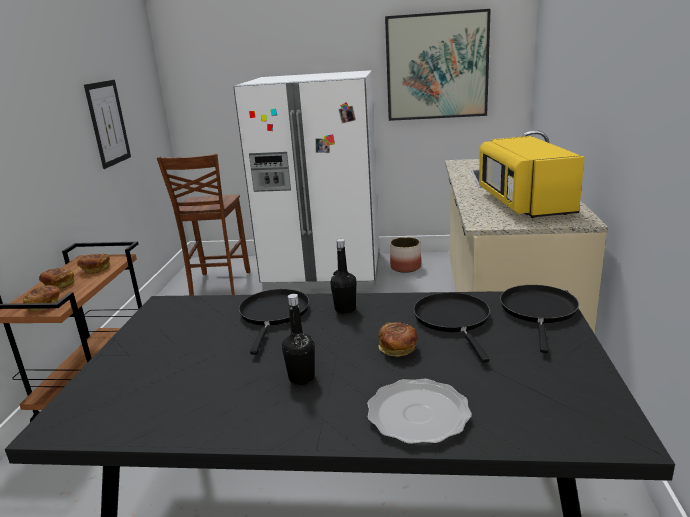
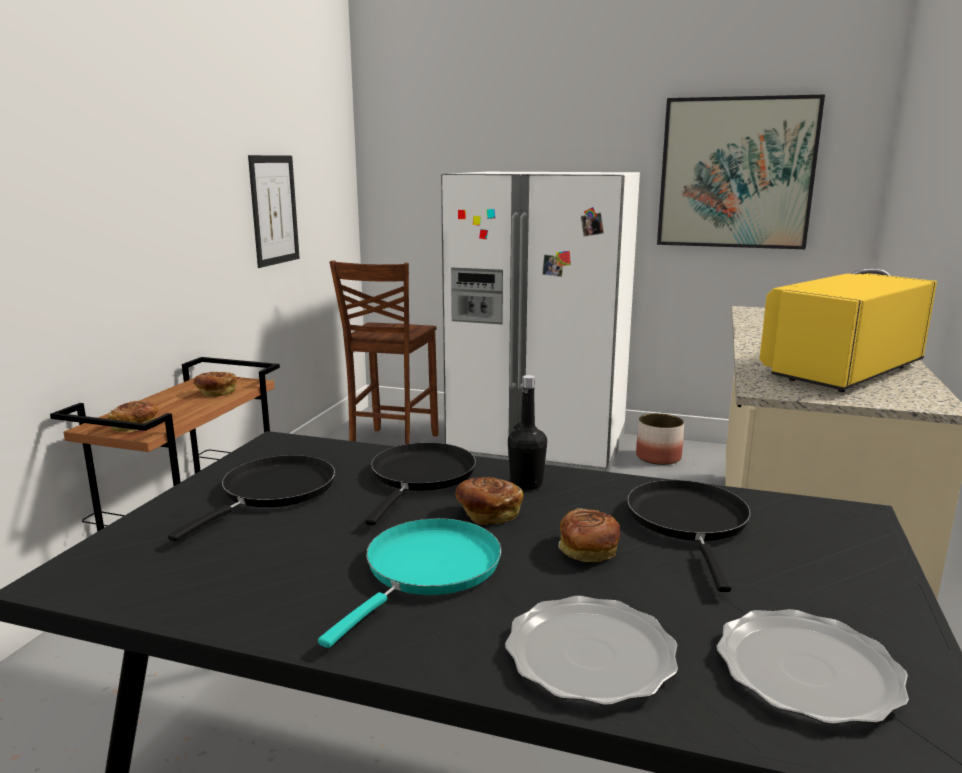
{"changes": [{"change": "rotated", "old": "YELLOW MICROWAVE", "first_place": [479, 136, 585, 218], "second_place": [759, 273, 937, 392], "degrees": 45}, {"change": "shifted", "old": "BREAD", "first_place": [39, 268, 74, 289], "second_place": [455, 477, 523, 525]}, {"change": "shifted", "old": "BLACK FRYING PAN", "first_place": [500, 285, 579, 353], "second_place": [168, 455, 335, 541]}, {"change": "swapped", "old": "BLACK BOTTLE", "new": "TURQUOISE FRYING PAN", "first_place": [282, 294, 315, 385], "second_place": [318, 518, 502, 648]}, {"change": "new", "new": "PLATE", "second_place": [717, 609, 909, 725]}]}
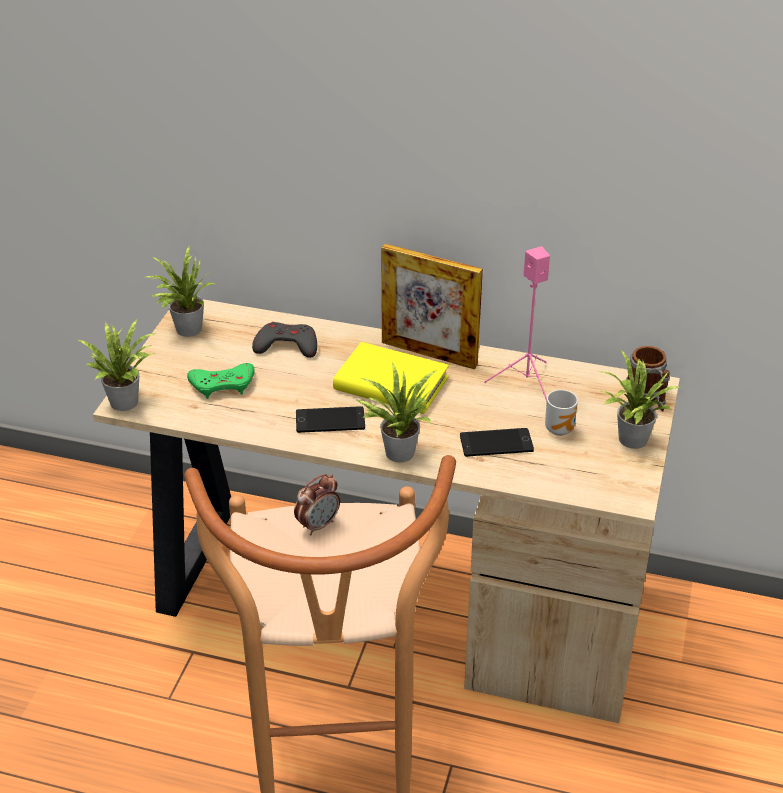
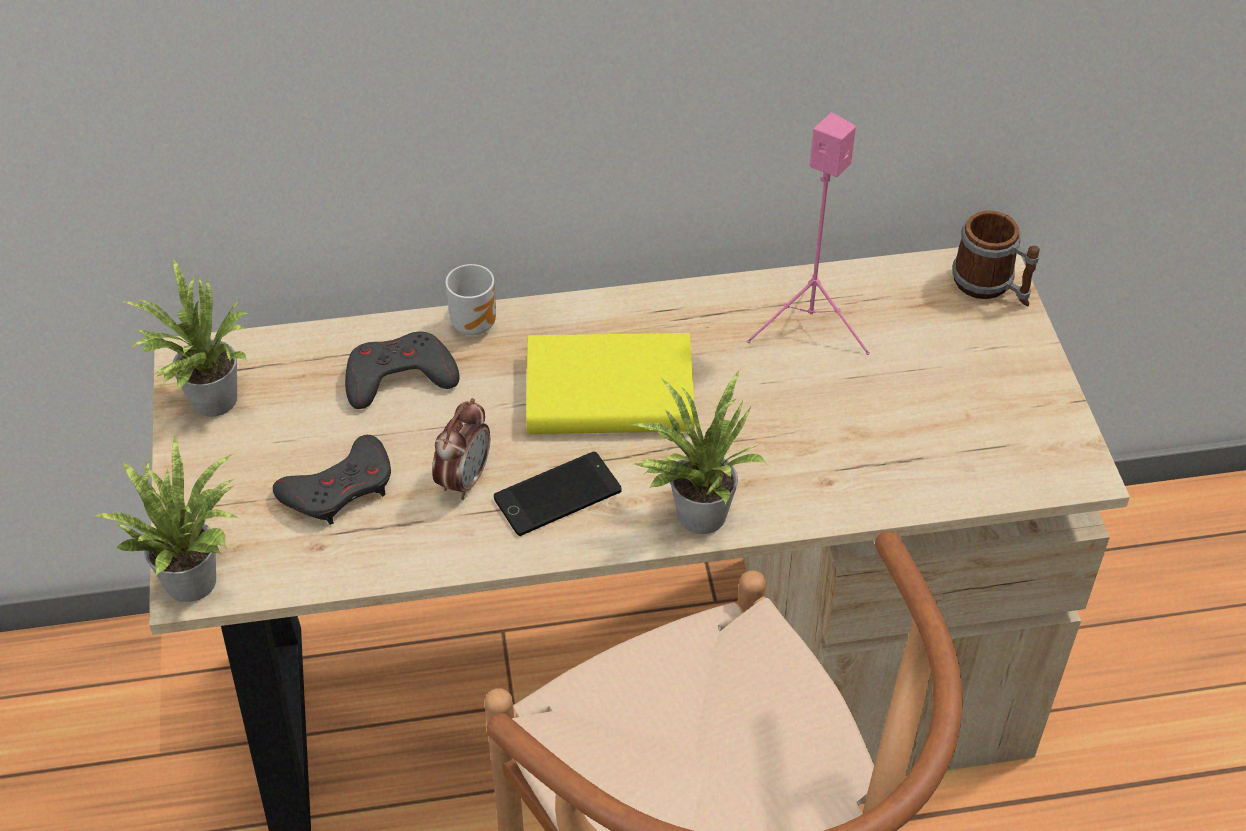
{"changes": [{"change": "gone", "old": "PICTURE FRAME", "first_place": [381, 244, 483, 370]}, {"change": "gone", "old": "POTTED PLANT", "first_place": [598, 349, 680, 449]}, {"change": "repainted", "old": "GREEN GAME CONTROLLER", "new": "GREY GAME CONTROLLER", "first_place": [187, 363, 255, 399], "second_place": [273, 435, 391, 525]}, {"change": "shifted", "old": "MUG", "first_place": [545, 390, 578, 436], "second_place": [445, 264, 496, 335]}, {"change": "gone", "old": "PHONE", "first_place": [460, 428, 534, 457]}, {"change": "shifted", "old": "ALARM CLOCK", "first_place": [294, 474, 340, 536], "second_place": [432, 398, 490, 500]}]}
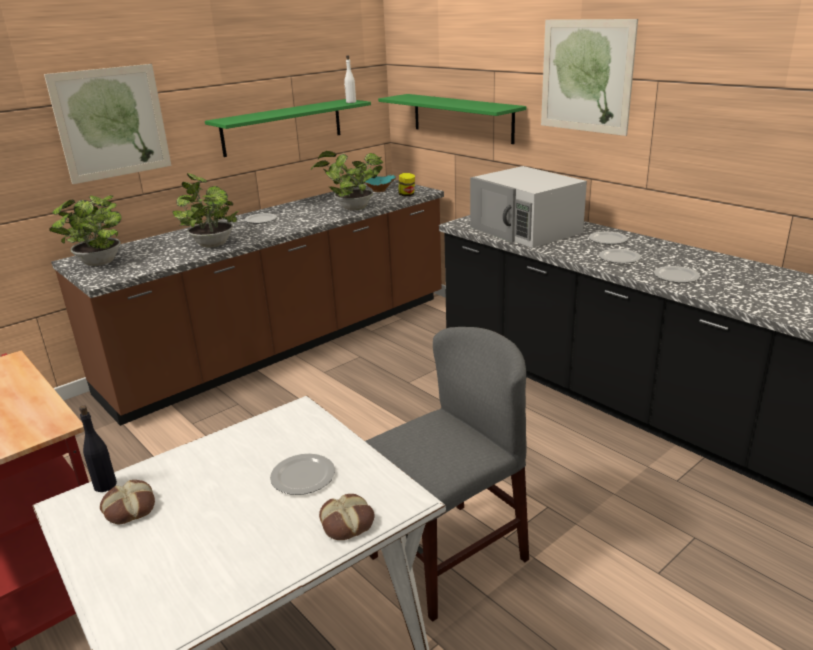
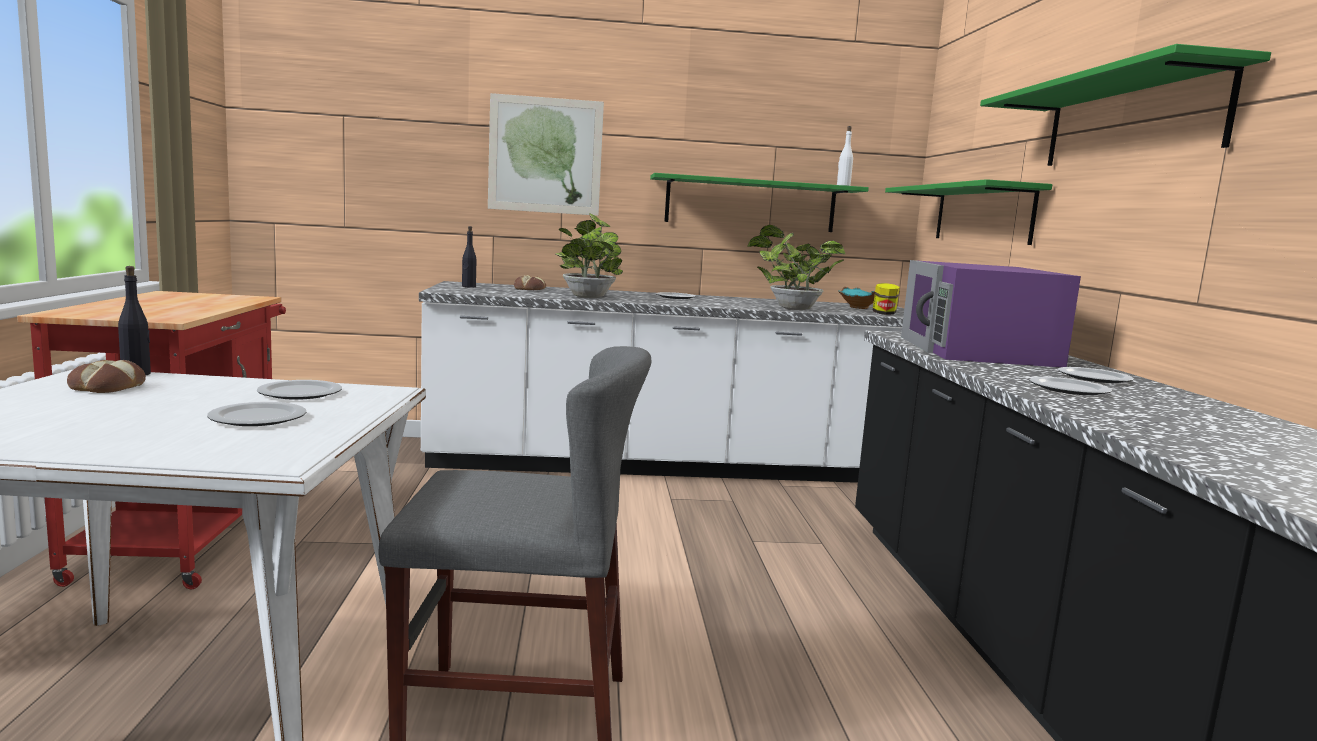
{"changes": [{"change": "swapped", "old": "PICTURE", "new": "GREEN SHELF", "first_place": [541, 19, 638, 136], "second_place": [980, 44, 1271, 166]}, {"change": "repainted", "old": "WHITE MICROWAVE", "new": "PURPLE MICROWAVE", "first_place": [470, 166, 587, 248], "second_place": [901, 260, 1081, 367]}, {"change": "repainted", "old": "BROWN COUNTER", "new": "WHITE COUNTER", "first_place": [51, 180, 444, 426], "second_place": [419, 281, 904, 483]}, {"change": "swapped", "old": "POTTED PLANT", "new": "BLACK BOTTLE", "first_place": [49, 195, 122, 266], "second_place": [462, 226, 476, 288]}, {"change": "shifted", "old": "PLATE", "first_place": [654, 266, 700, 283], "second_place": [257, 380, 342, 400]}, {"change": "shifted", "old": "BREAD", "first_place": [319, 494, 375, 540], "second_place": [514, 275, 546, 290]}]}
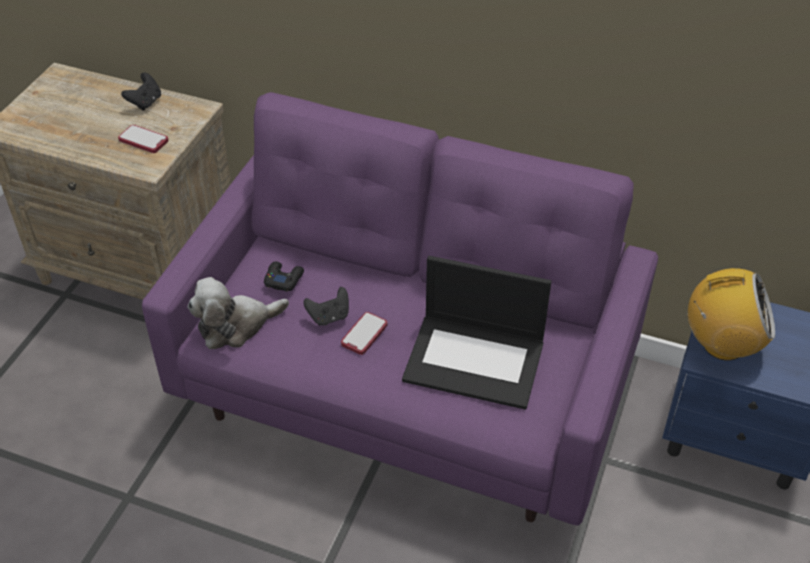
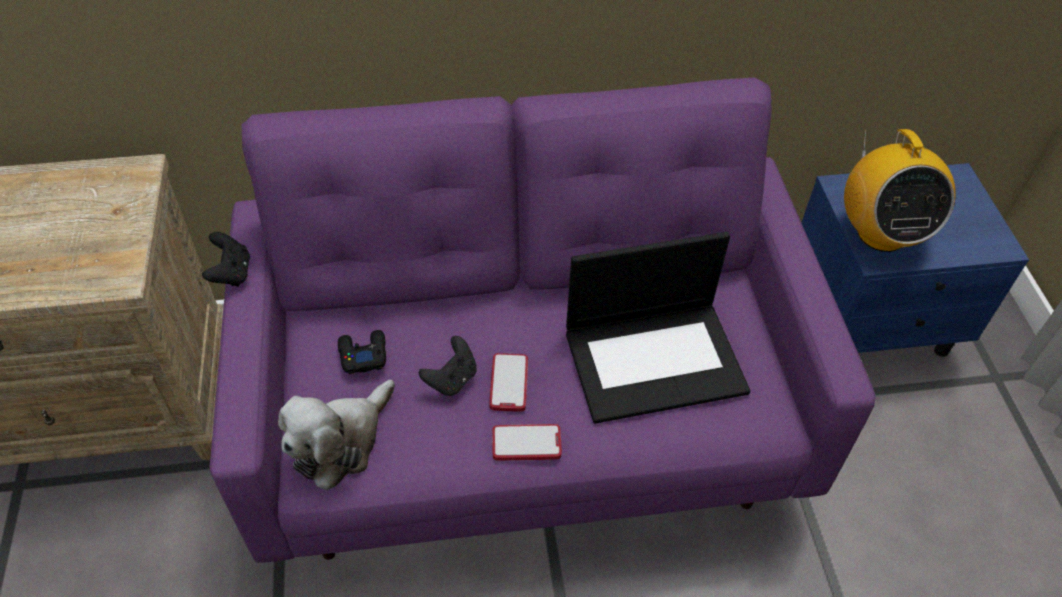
{"changes": [{"change": "shifted", "old": "BLACK GAME CONTROLLER", "first_place": [121, 73, 161, 111], "second_place": [202, 232, 250, 287]}, {"change": "shifted", "old": "PHONE", "first_place": [118, 125, 169, 153], "second_place": [492, 424, 562, 461]}, {"change": "rotated", "old": "RADIO", "first_place": [688, 268, 775, 361], "second_place": [844, 129, 956, 252], "degrees": 105}]}
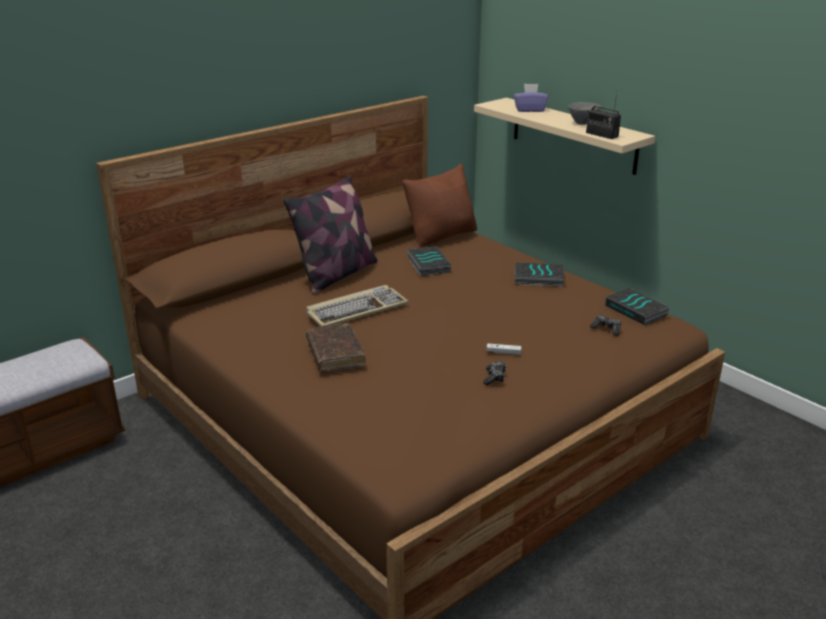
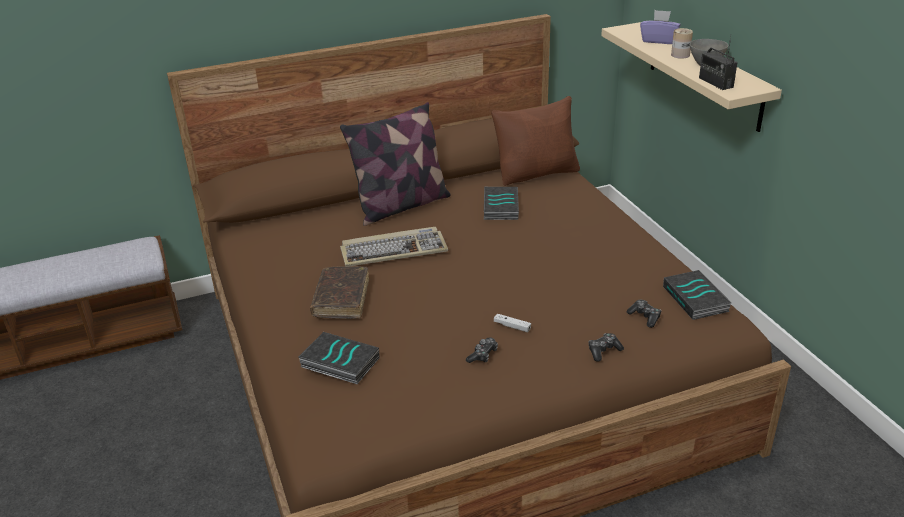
{"changes": [{"change": "shifted", "old": "BOOK", "first_place": [514, 262, 565, 287], "second_place": [298, 332, 380, 384]}, {"change": "new", "new": "CAN", "second_place": [671, 28, 693, 59]}, {"change": "new", "new": "GAME CONTROLLER", "second_place": [588, 333, 624, 362]}]}
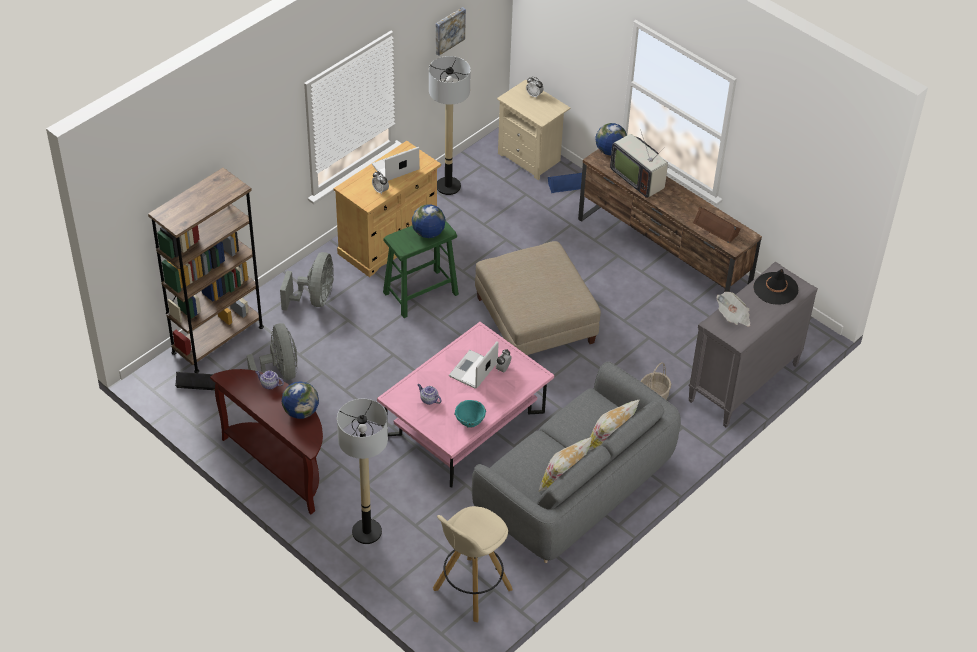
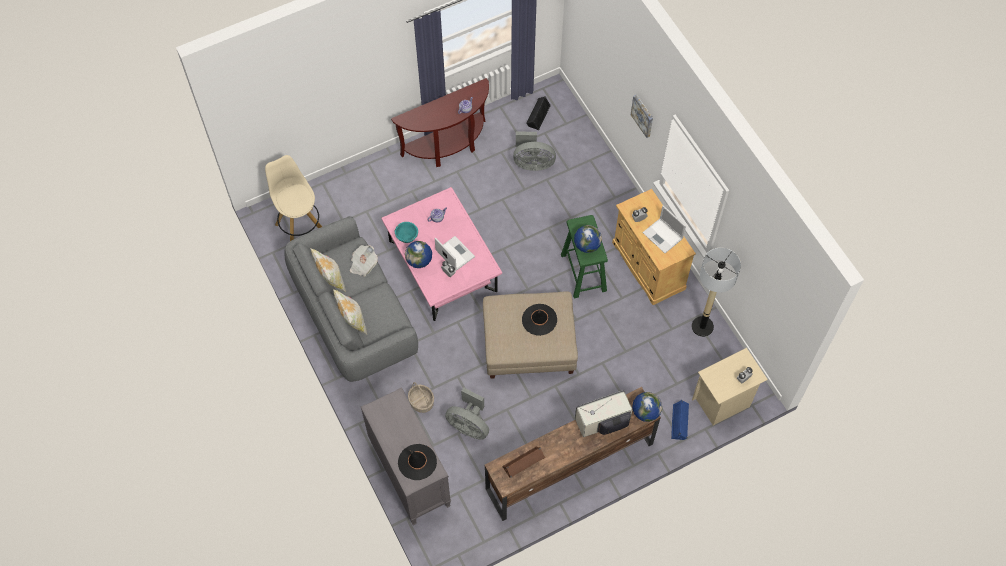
{"changes": [{"change": "shifted", "old": "PICTURE", "first_place": [436, 7, 466, 56], "second_place": [631, 95, 653, 138]}, {"change": "rotated", "old": "LAPTOP", "first_place": [372, 147, 419, 181], "second_place": [642, 205, 686, 253], "degrees": 150}, {"change": "gone", "old": "BROWN BOOKCASE", "first_place": [148, 168, 264, 373]}, {"change": "shifted", "old": "GREY FAN", "first_place": [280, 252, 334, 311], "second_place": [445, 387, 489, 440]}, {"change": "shifted", "old": "NEWSPAPER", "first_place": [717, 292, 750, 326], "second_place": [350, 245, 378, 276]}, {"change": "shifted", "old": "GLOBE", "first_place": [282, 381, 319, 419], "second_place": [405, 241, 432, 268]}, {"change": "gone", "old": "FLOOR LAMP", "first_place": [337, 399, 388, 544]}, {"change": "new", "new": "BLACK HAT", "second_place": [522, 304, 557, 336]}]}
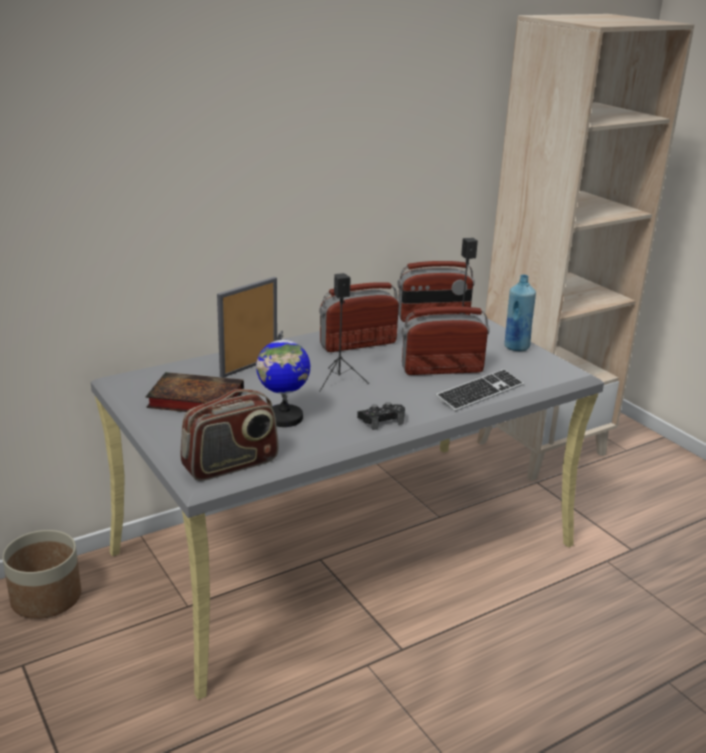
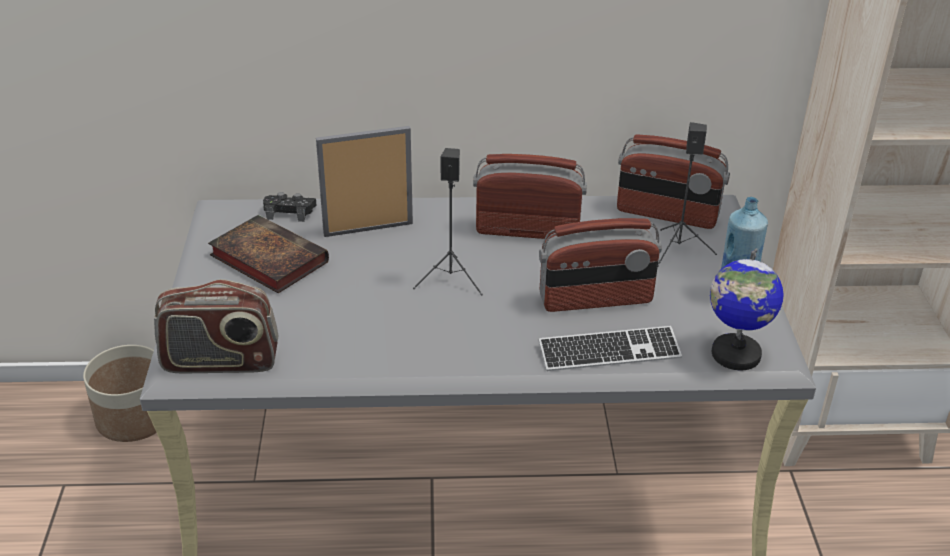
{"changes": [{"change": "rotated", "old": "RADIO", "first_place": [402, 306, 490, 375], "second_place": [539, 218, 662, 312], "degrees": 150}, {"change": "shifted", "old": "GLOBE", "first_place": [256, 330, 310, 427], "second_place": [710, 248, 784, 370]}, {"change": "shifted", "old": "BLACK GAME CONTROLLER", "first_place": [357, 402, 405, 430], "second_place": [263, 192, 317, 222]}]}
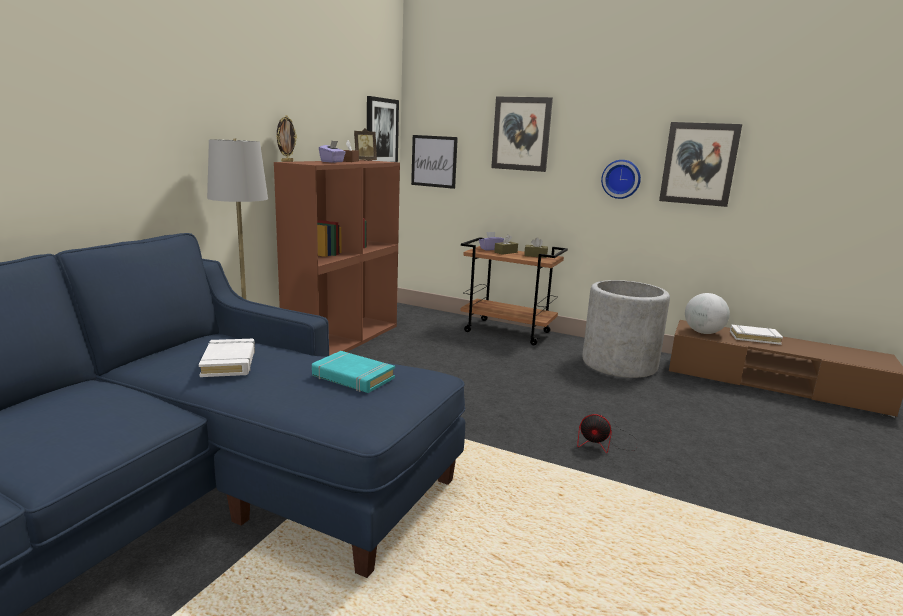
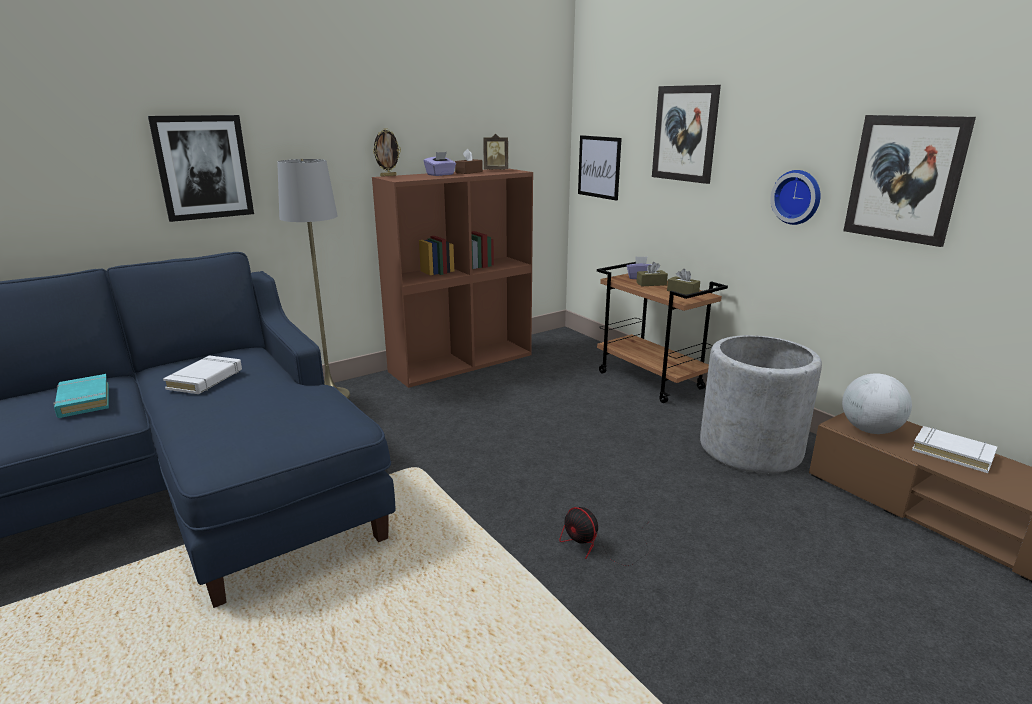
{"changes": [{"change": "shifted", "old": "PICTURE", "first_place": [367, 96, 399, 162], "second_place": [148, 115, 254, 222]}, {"change": "shifted", "old": "TURQUOISE BOOK", "first_place": [312, 351, 395, 393], "second_place": [53, 374, 109, 418]}]}
